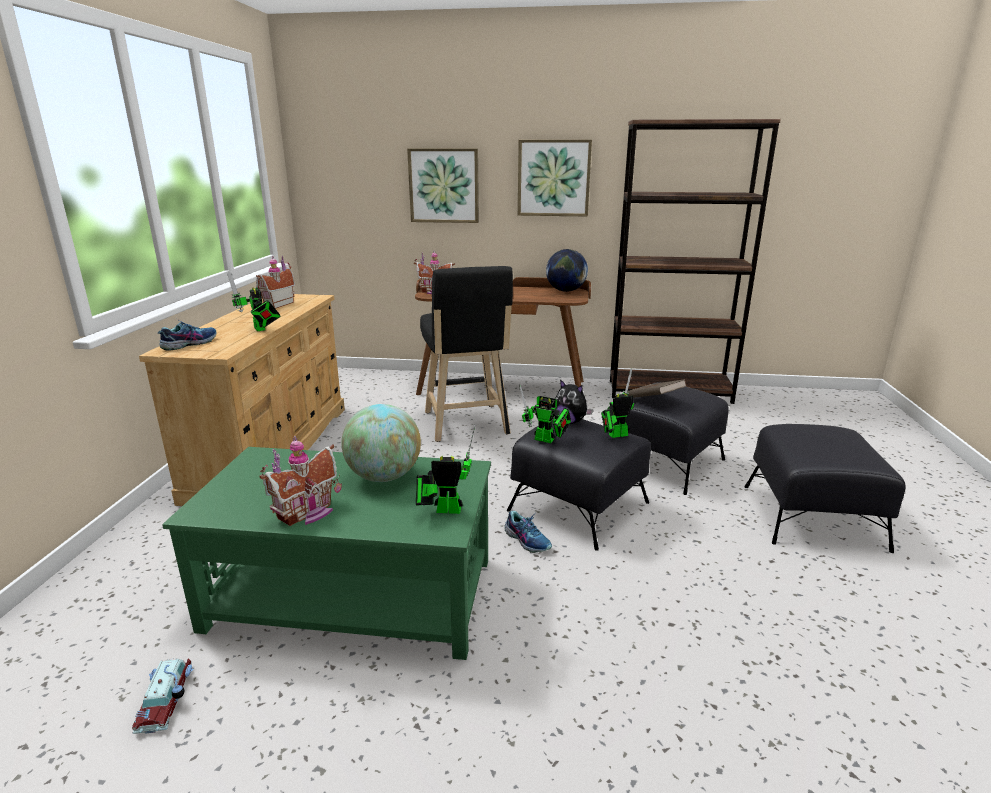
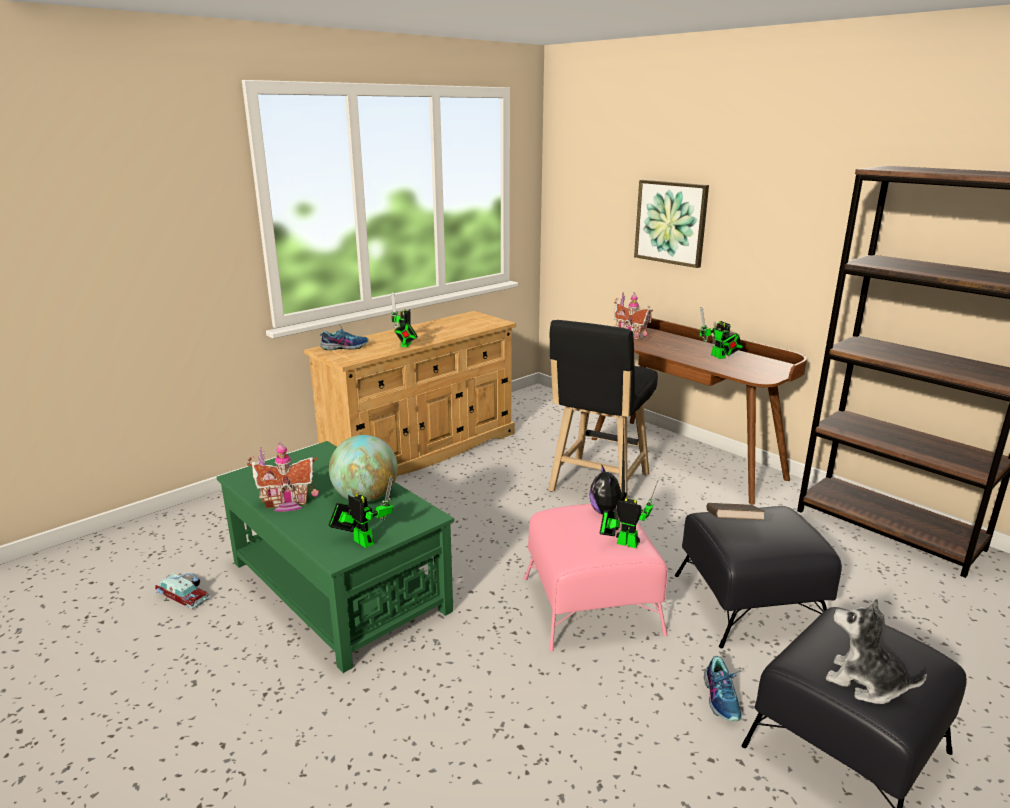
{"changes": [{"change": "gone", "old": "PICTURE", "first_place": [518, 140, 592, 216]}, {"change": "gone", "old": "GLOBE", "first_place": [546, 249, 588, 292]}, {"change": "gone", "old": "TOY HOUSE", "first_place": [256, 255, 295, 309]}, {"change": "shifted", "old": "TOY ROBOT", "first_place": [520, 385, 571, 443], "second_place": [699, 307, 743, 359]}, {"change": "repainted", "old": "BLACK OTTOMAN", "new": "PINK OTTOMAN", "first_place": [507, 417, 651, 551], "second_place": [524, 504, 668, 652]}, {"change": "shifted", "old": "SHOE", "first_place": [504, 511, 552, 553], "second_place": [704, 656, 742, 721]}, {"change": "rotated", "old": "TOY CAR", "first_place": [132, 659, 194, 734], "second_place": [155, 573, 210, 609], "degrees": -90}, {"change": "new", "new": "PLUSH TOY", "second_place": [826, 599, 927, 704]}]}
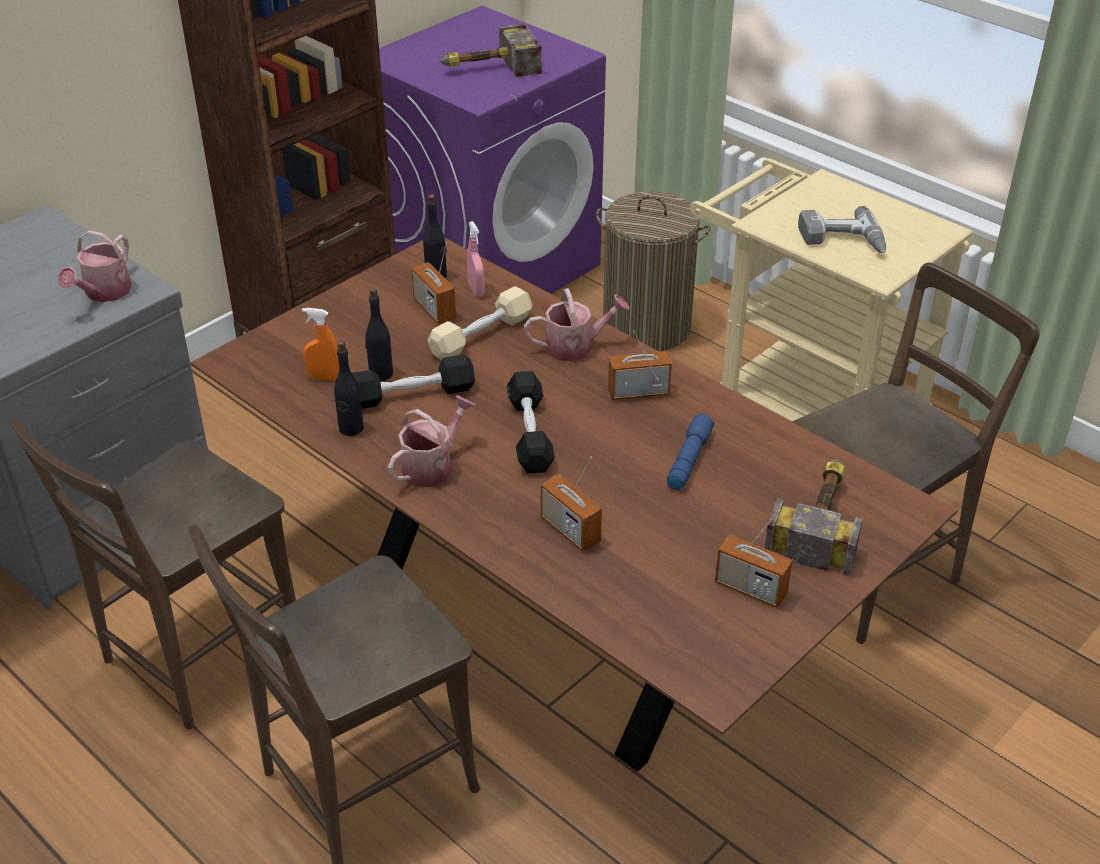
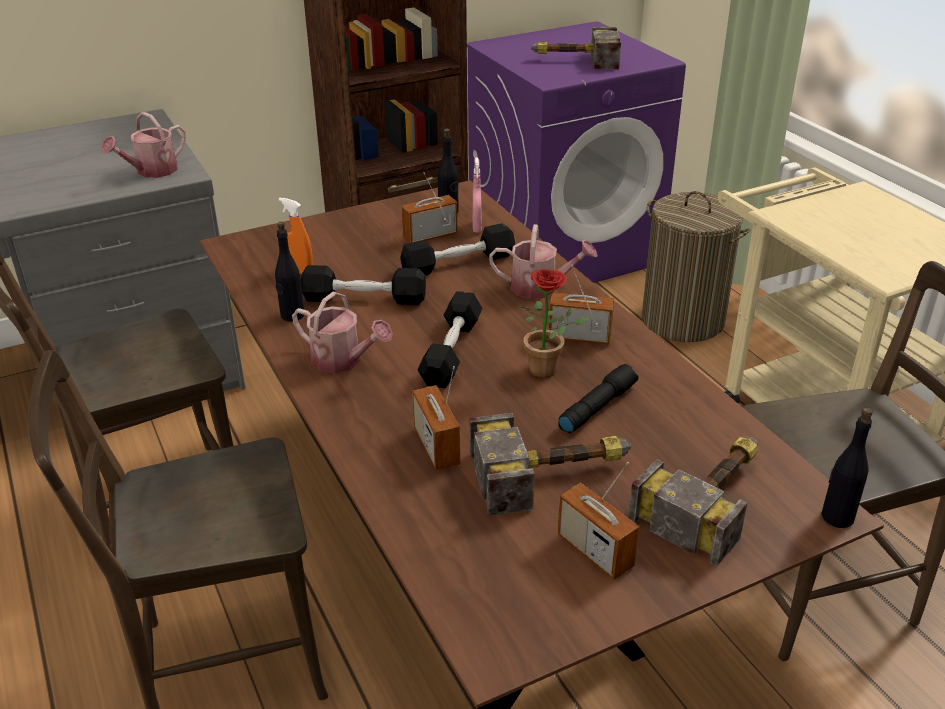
{"changes": [{"change": "gone", "old": "POWER DRILL", "first_place": [798, 206, 886, 253]}, {"change": "rotated", "old": "RADIO", "first_place": [411, 242, 456, 324], "second_place": [402, 172, 457, 243], "degrees": 75}, {"change": "repainted", "old": "BEIGE DUMBBELL", "new": "BLACK DUMBBELL", "first_place": [428, 286, 532, 360], "second_place": [400, 223, 515, 275]}, {"change": "shifted", "old": "BLACK BOTTLE", "first_place": [365, 288, 393, 381], "second_place": [821, 408, 873, 528]}, {"change": "rotated", "old": "WATERING CAN", "first_place": [388, 395, 476, 487], "second_place": [292, 291, 393, 374], "degrees": 60}, {"change": "repainted", "old": "BLUE FLASHLIGHT", "new": "BLACK FLASHLIGHT", "first_place": [667, 414, 714, 490], "second_place": [559, 364, 639, 433]}, {"change": "new", "new": "POTTED PLANT", "second_place": [522, 269, 590, 378]}, {"change": "new", "new": "HAMMER", "second_place": [469, 413, 631, 516]}]}
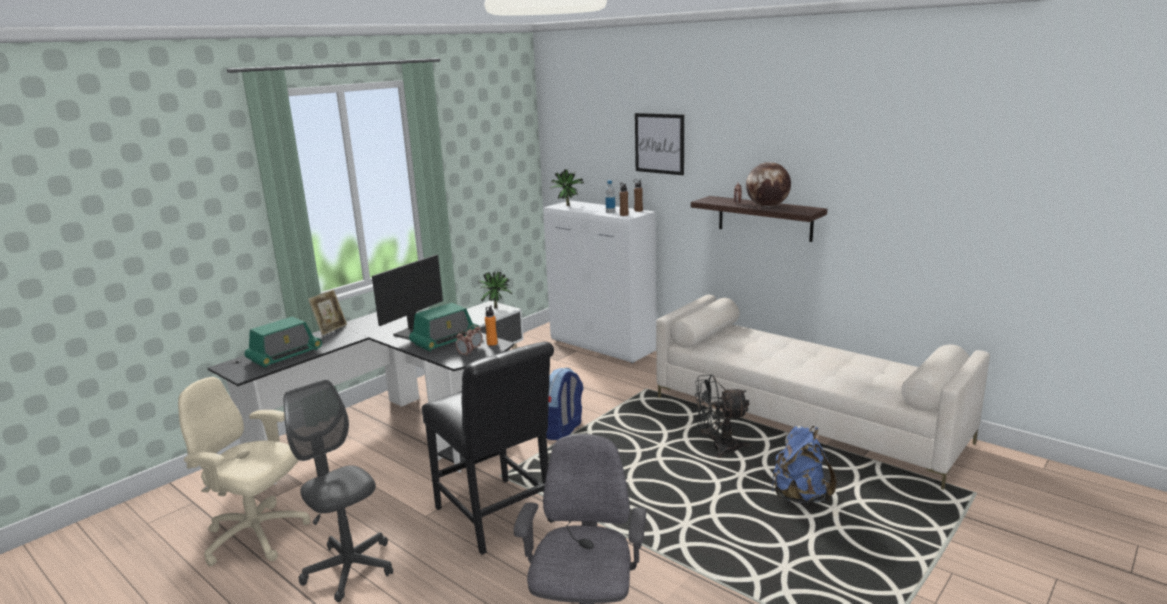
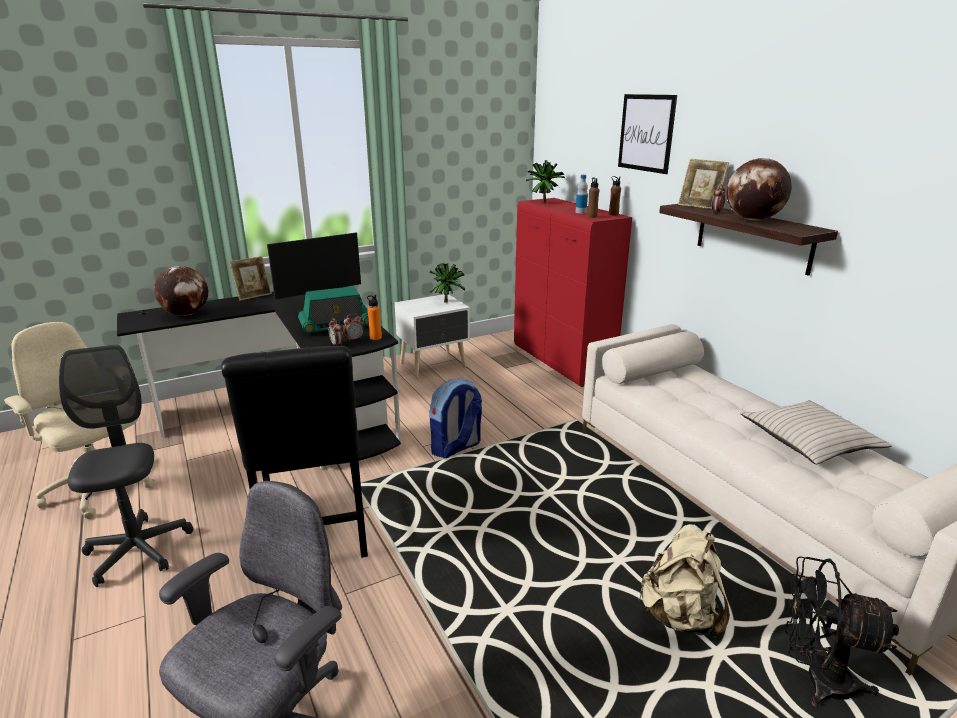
{"changes": [{"change": "repainted", "old": "WHITE CABINET", "new": "RED CABINET", "first_place": [543, 200, 656, 363], "second_place": [514, 198, 632, 387]}, {"change": "swapped", "old": "RADIO", "new": "GLOBE", "first_place": [244, 317, 322, 368], "second_place": [154, 266, 208, 316]}, {"change": "shifted", "old": "BLACK FAN", "first_place": [695, 375, 750, 458], "second_place": [785, 556, 899, 707]}, {"change": "repainted", "old": "BLUE BACKPACK", "new": "BEIGE BACKPACK", "first_place": [772, 425, 836, 503], "second_place": [639, 524, 730, 639]}, {"change": "new", "new": "PICTURE FRAME", "second_place": [678, 159, 729, 209]}, {"change": "new", "new": "BEIGE PILLOW", "second_place": [741, 400, 892, 464]}]}
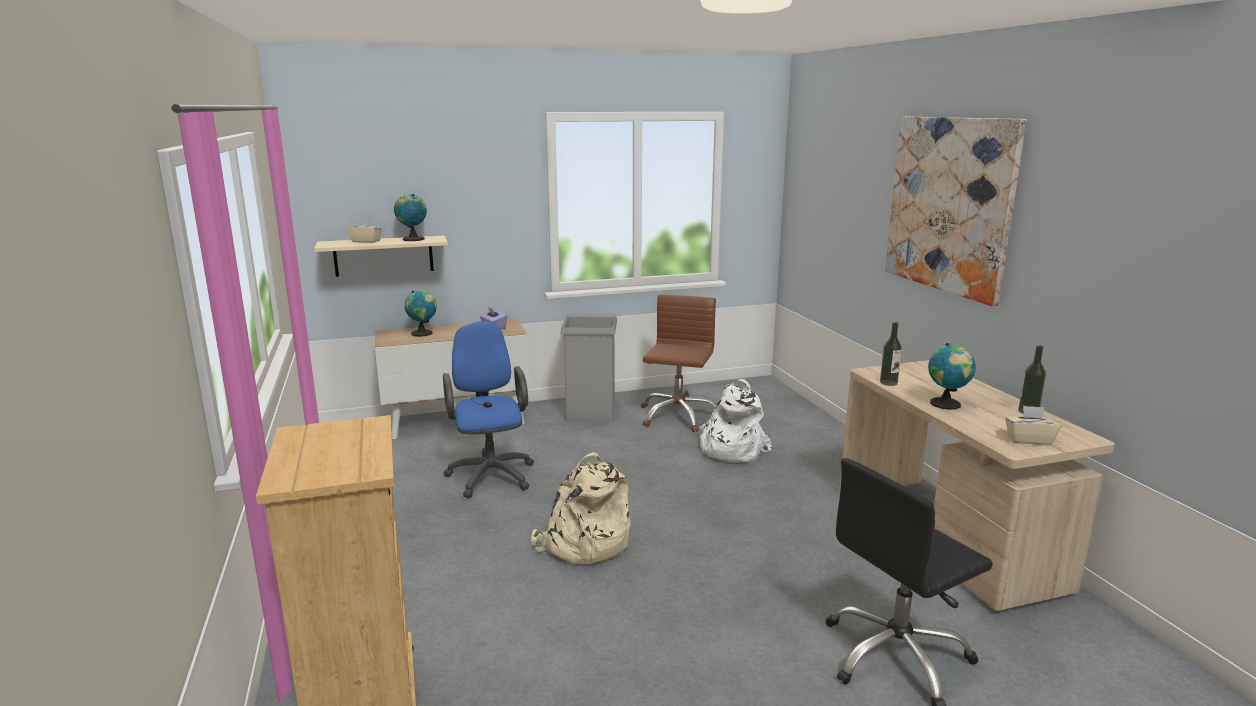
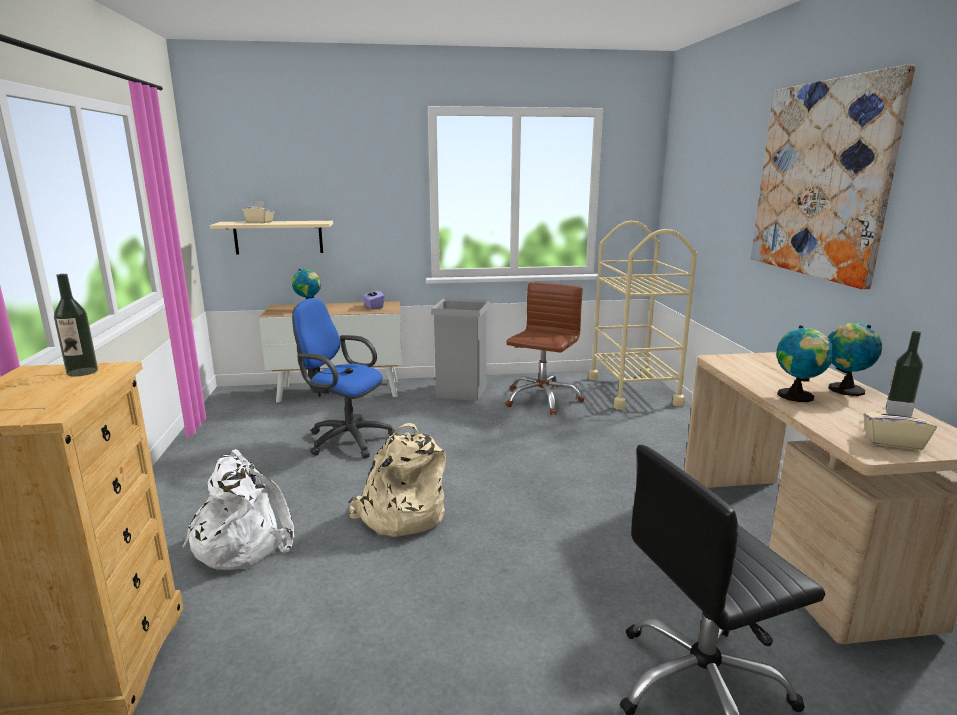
{"changes": [{"change": "shifted", "old": "GLOBE", "first_place": [394, 194, 427, 241], "second_place": [828, 323, 882, 396]}, {"change": "rotated", "old": "BLUE OFFICE CHAIR", "first_place": [443, 321, 534, 498], "second_place": [292, 298, 397, 458], "degrees": -60}, {"change": "shifted", "old": "BOTTLE", "first_place": [880, 322, 902, 386], "second_place": [54, 274, 98, 377]}, {"change": "shifted", "old": "WHITE BACKPACK", "first_place": [699, 379, 772, 463], "second_place": [182, 449, 294, 570]}, {"change": "new", "new": "BEIGE CART", "second_place": [588, 221, 697, 410]}]}
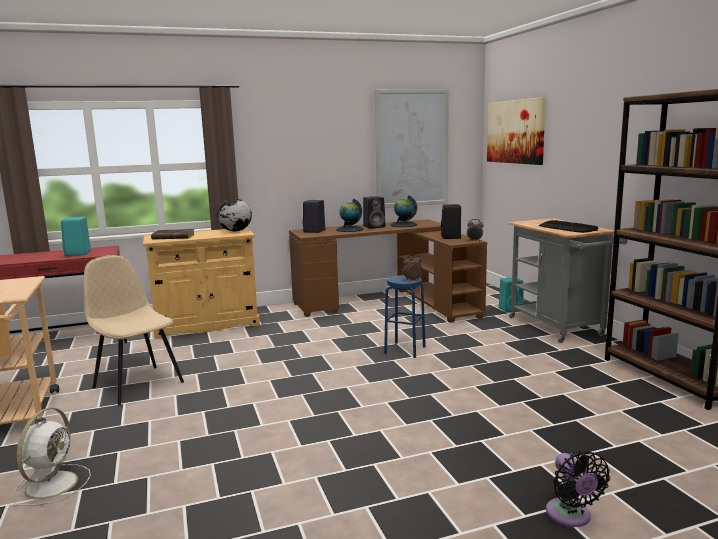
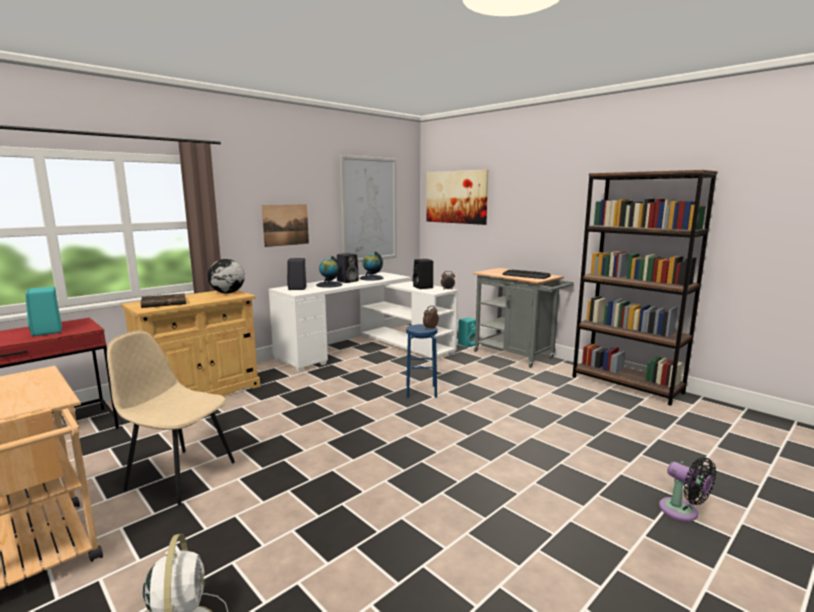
{"changes": [{"change": "repainted", "old": "BROWN DESK", "new": "WHITE DESK", "first_place": [289, 219, 487, 323], "second_place": [269, 272, 458, 372]}, {"change": "new", "new": "PICTURE", "second_place": [262, 204, 309, 247]}]}
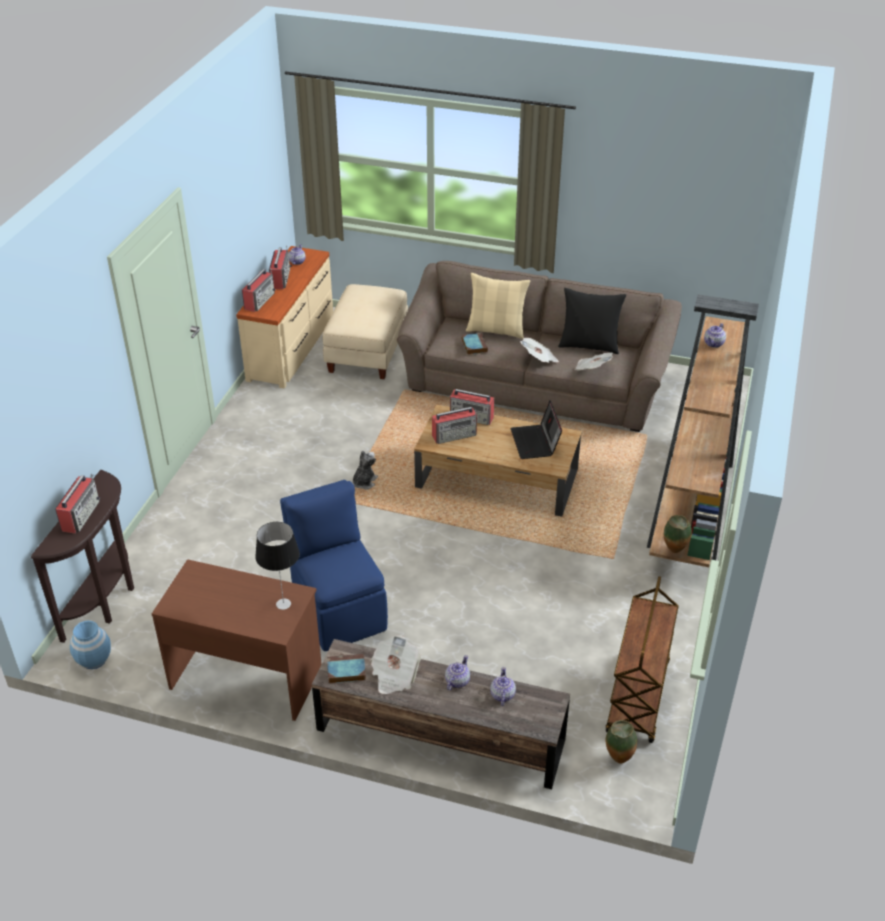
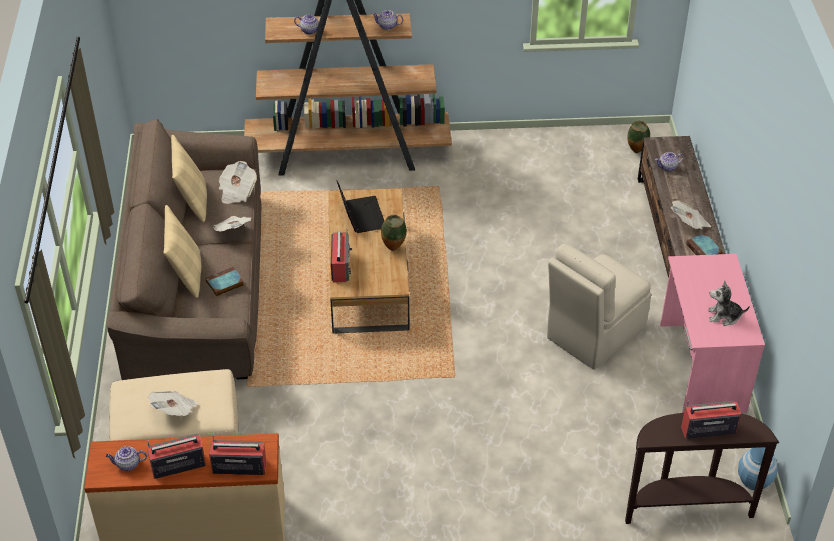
{"changes": [{"change": "repainted", "old": "BLACK PILLOW", "new": "BEIGE PILLOW", "first_place": [558, 288, 626, 354], "second_place": [171, 135, 207, 222]}, {"change": "rotated", "old": "LAPTOP", "first_place": [510, 400, 562, 459], "second_place": [336, 180, 384, 233], "degrees": -75}, {"change": "gone", "old": "RADIO", "first_place": [432, 407, 477, 444]}, {"change": "shifted", "old": "PLUSH TOY", "first_place": [352, 450, 378, 490], "second_place": [709, 281, 750, 326]}, {"change": "repainted", "old": "BLUE CHAIR", "new": "BEIGE CHAIR", "first_place": [280, 480, 388, 651], "second_place": [547, 244, 651, 370]}, {"change": "shifted", "old": "VASE", "first_place": [664, 515, 692, 553], "second_place": [381, 215, 407, 251]}, {"change": "gone", "old": "TABLE LAMP", "first_place": [255, 522, 300, 610]}, {"change": "repainted", "old": "BROWN DESK", "new": "PINK DESK", "first_place": [152, 559, 322, 721], "second_place": [660, 254, 765, 413]}, {"change": "gone", "old": "BROWN CART", "first_place": [606, 576, 679, 743]}, {"change": "shifted", "old": "TEAPOT", "first_place": [445, 655, 470, 690], "second_place": [372, 10, 403, 30]}, {"change": "new", "new": "NEWSPAPER", "second_place": [147, 391, 198, 416]}]}
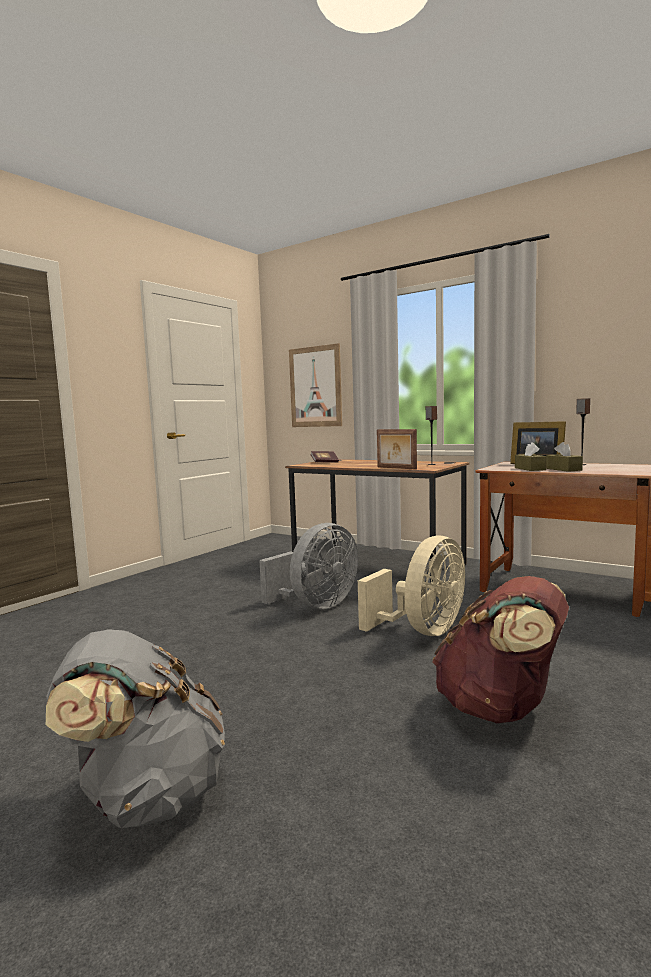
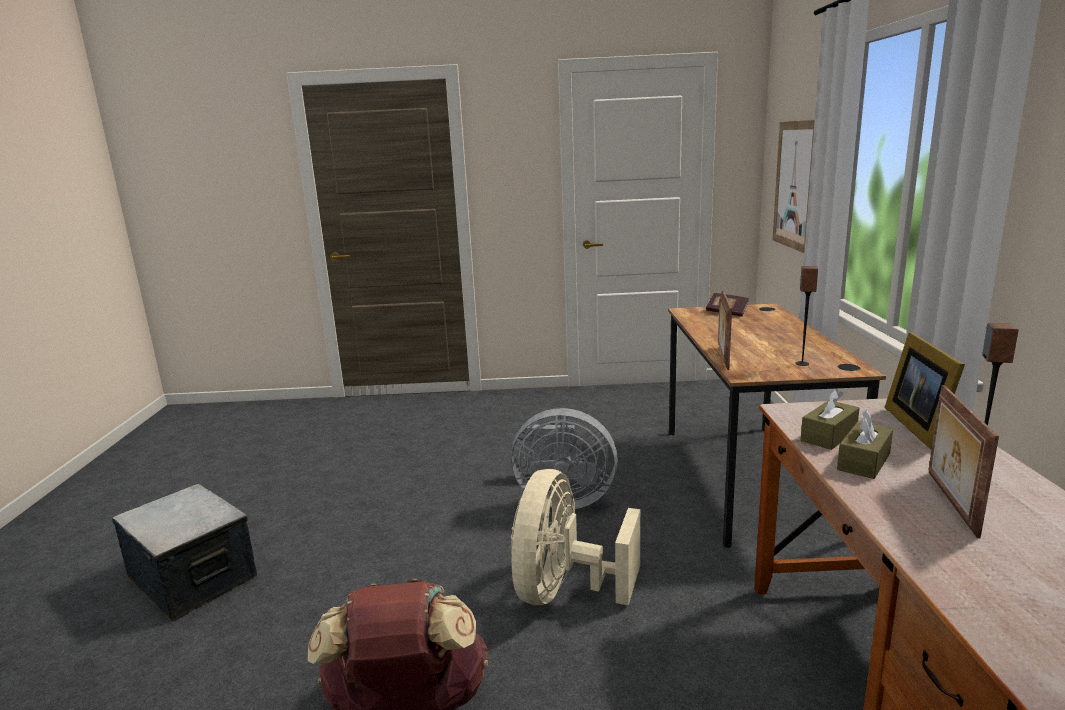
{"changes": [{"change": "rotated", "old": "BEIGE FAN", "first_place": [358, 536, 465, 636], "second_place": [511, 469, 640, 605], "degrees": 105}, {"change": "swapped", "old": "GREY BACKPACK", "new": "STORAGE BOX", "first_place": [46, 629, 225, 828], "second_place": [112, 484, 257, 622]}, {"change": "new", "new": "PICTURE FRAME", "second_place": [929, 385, 999, 538]}]}
